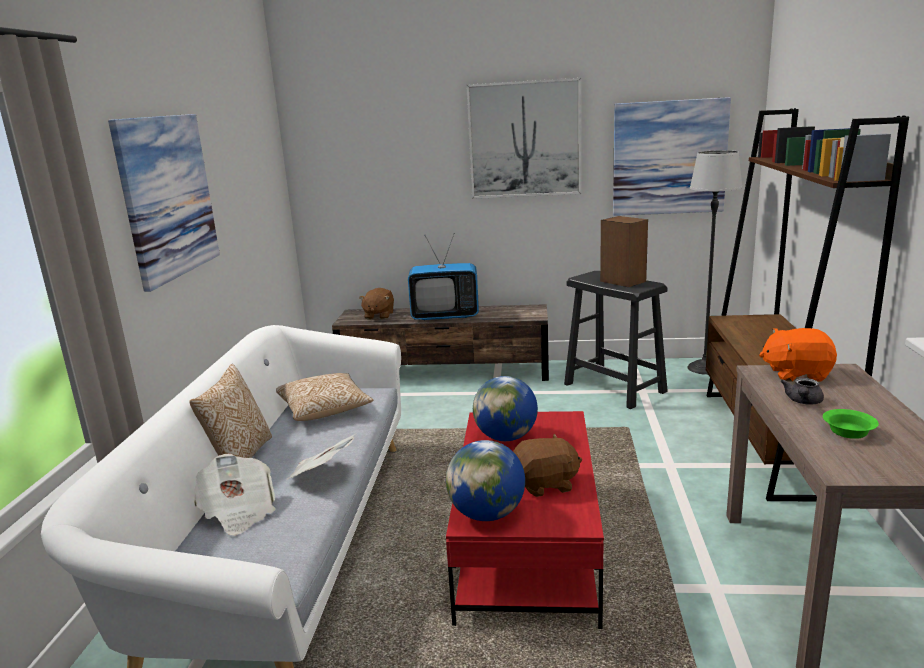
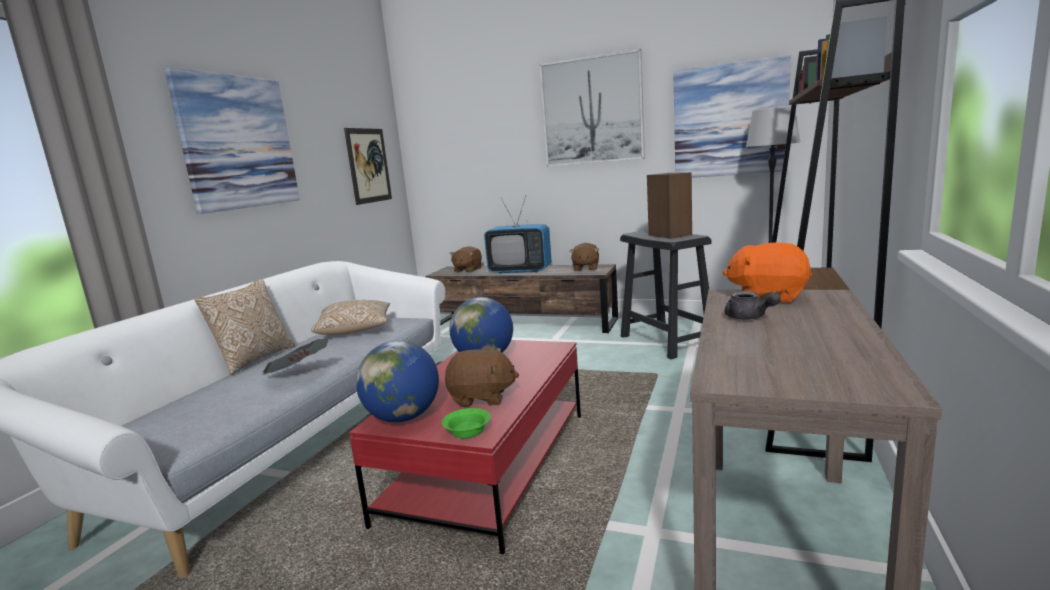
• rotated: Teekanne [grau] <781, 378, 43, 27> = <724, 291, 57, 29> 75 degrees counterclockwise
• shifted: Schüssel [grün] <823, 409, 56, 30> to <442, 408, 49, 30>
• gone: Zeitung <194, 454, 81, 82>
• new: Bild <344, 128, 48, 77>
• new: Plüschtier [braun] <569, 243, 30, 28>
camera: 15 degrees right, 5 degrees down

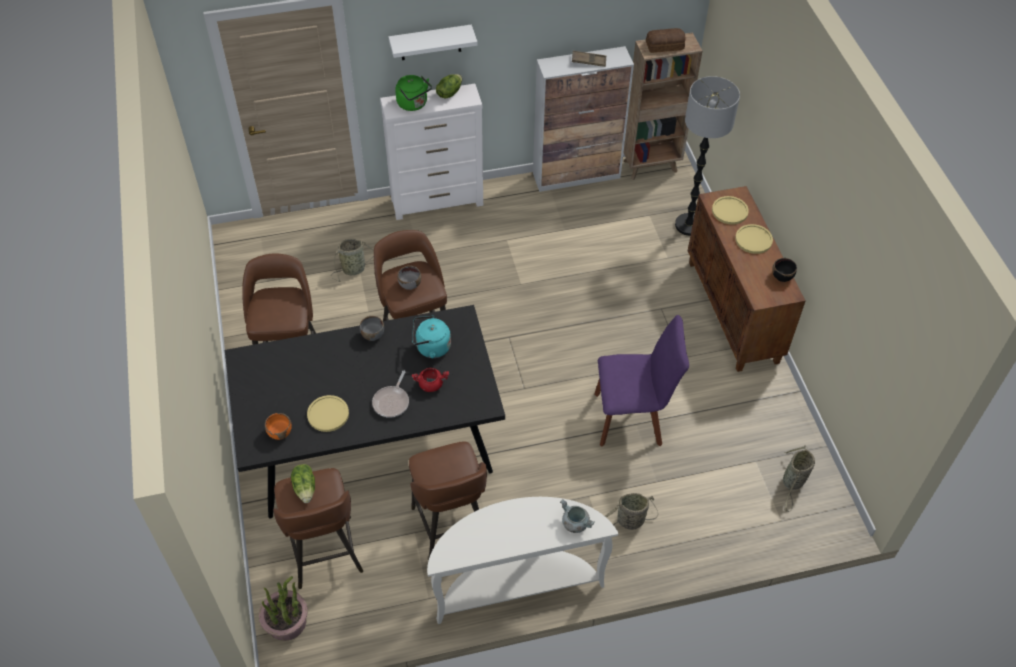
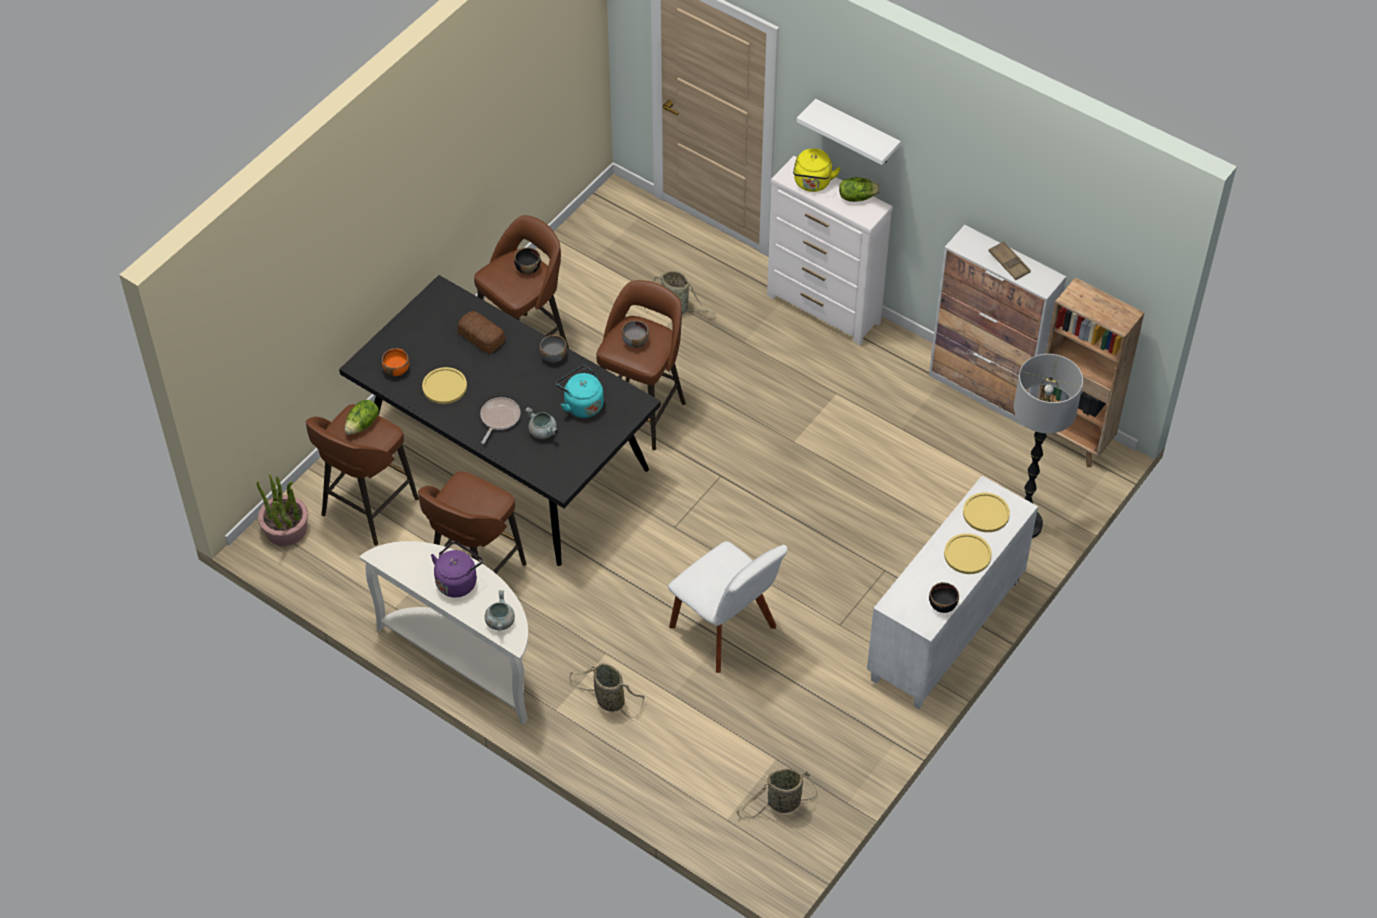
• shifted: Brot <646, 28, 40, 25> to <458, 311, 48, 43>
• repainted: Wasserkessel [grün] <395, 75, 37, 36> to Wasserkessel [gelb] <793, 148, 48, 44>
• repainted: Schrank [braun] <688, 186, 118, 186> to Schrank [weiß] <867, 476, 171, 233>
• repainted: Stuhl [lila] <594, 315, 95, 132> to Stuhl [weiß] <668, 541, 120, 132>
• repainted: Kochtopf [rot] <412, 368, 37, 24> to Kochtopf [grau] <525, 407, 32, 32>
• rotated: Pfanne <372, 371, 37, 47> = <480, 397, 41, 47> 135 degrees clockwise
• new: Schüssel [schwarz] <514, 247, 27, 27>
• new: Wasserkessel [lila] <431, 541, 52, 57>
camera: 50 degrees right, 0 degrees up

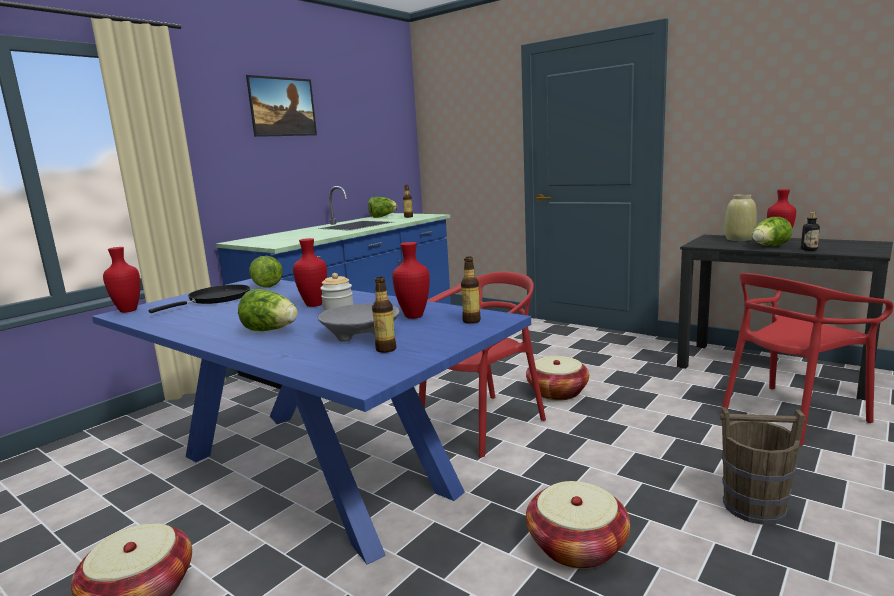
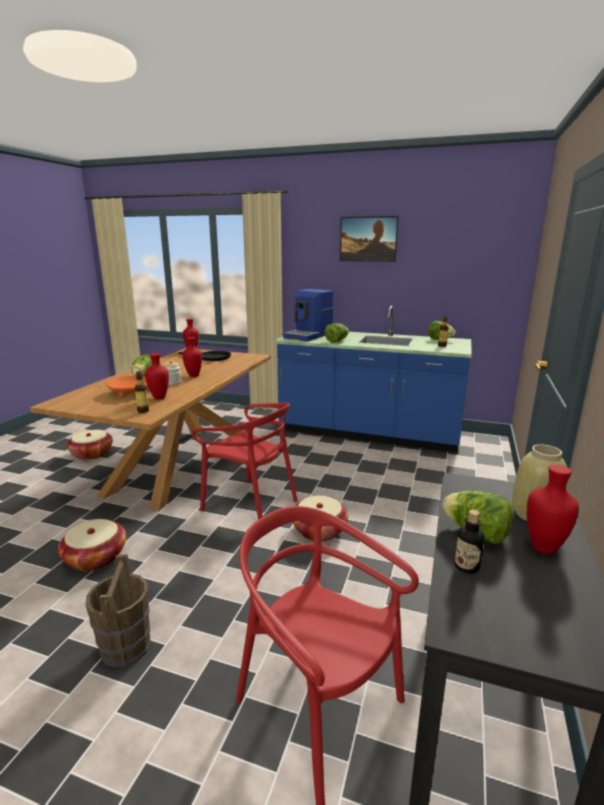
• shifted: Salatkopf <249, 256, 34, 32> to <325, 323, 24, 20>
• gone: Flasche <372, 277, 24, 76>
• repainted: Esstisch [blau] <92, 279, 439, 285> to Esstisch [braun] <30, 348, 241, 163>
• repainted: Schüssel [grau] <318, 303, 81, 38> to Schüssel [orange] <106, 376, 42, 21>
• new: Kaffeemaschine <283, 289, 50, 53>
camera: 70 degrees right, 5 degrees up

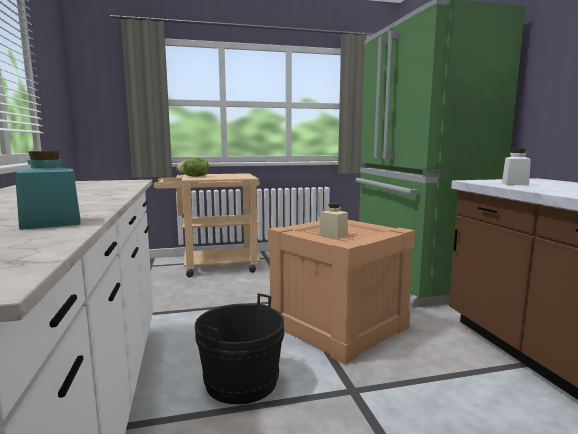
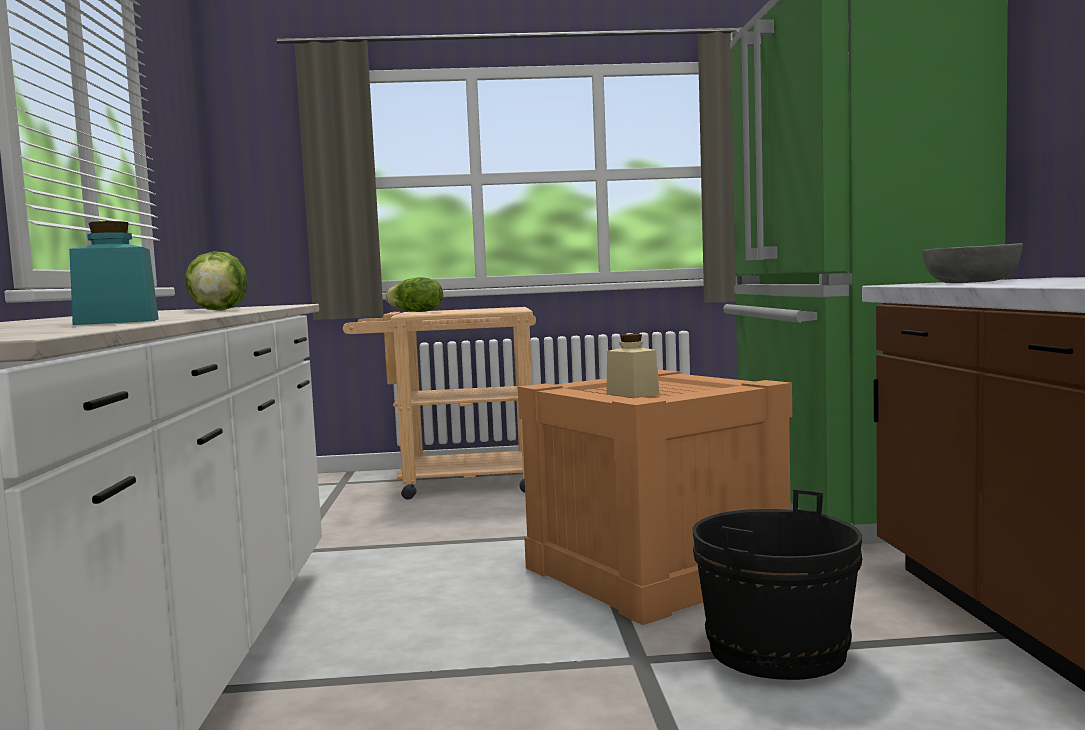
• swapped: Vorratsglas [weiß] <502, 149, 29, 36> to Schüssel [grau] <922, 243, 101, 40>
• shifted: Eimer [schwarz] <195, 293, 89, 111> to <692, 489, 170, 191>
• new: Salatkopf <185, 251, 62, 60>
camera: 10 degrees right, 5 degrees down

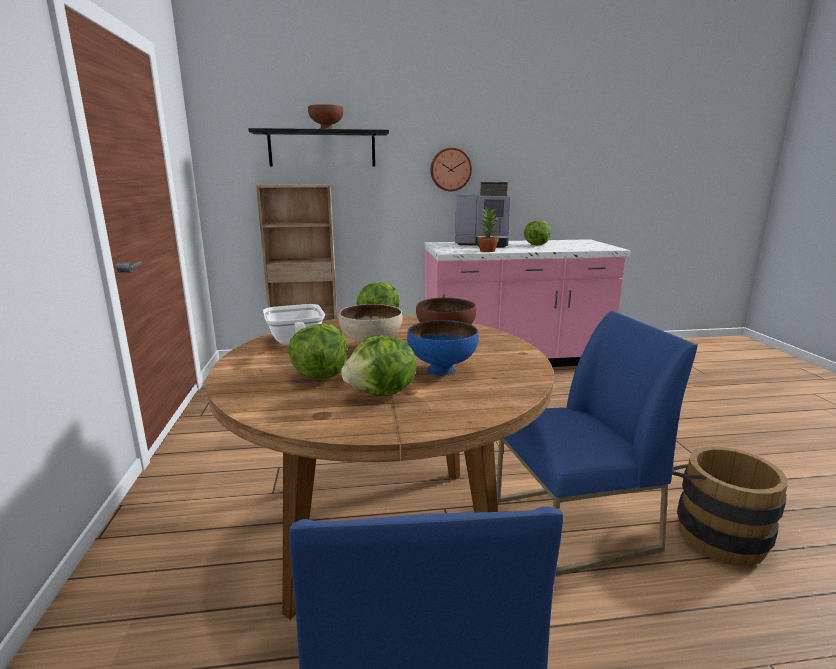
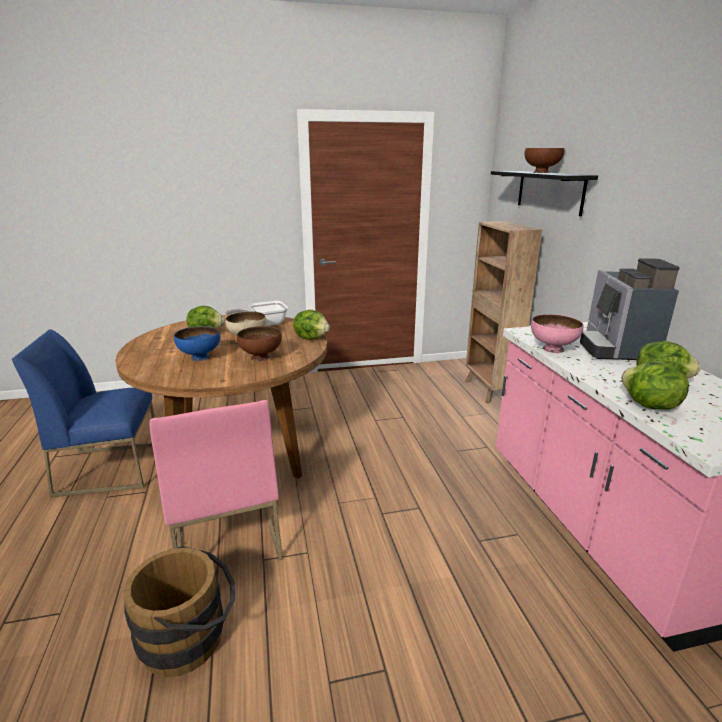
• gone: Wanduhr <430, 148, 42, 43>
• swapped: Topfpflanze <477, 208, 22, 44> to Schüssel [rosa] <531, 314, 52, 39>
• repainted: Stuhl [blau] <496, 311, 202, 265> to Stuhl [rosa] <149, 400, 133, 160>
• shifted: Salatkopf <341, 335, 76, 61> to <621, 361, 68, 49>
camera: 85 degrees right, 5 degrees up

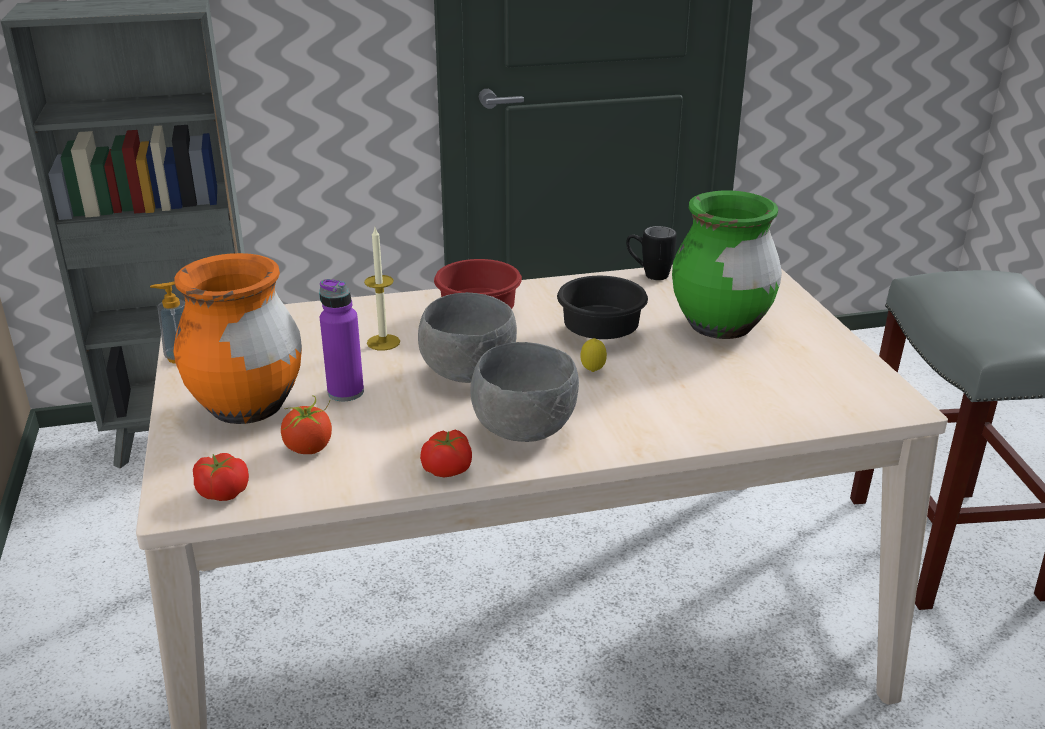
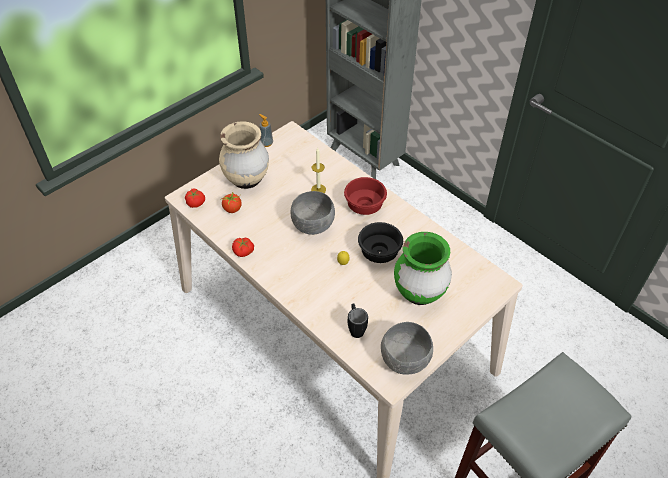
• shifted: Henkelbecher [schwarz] <626, 226, 51, 54> to <348, 303, 20, 35>
• repainted: Vase [orange] <173, 253, 129, 171> to Vase [beige] <219, 121, 50, 68>
• gone: Flasche [lila] <319, 279, 45, 122>
• shifted: Schüssel [grau] <470, 342, 109, 100> to <381, 322, 52, 53>
camera: 60 degrees right, 20 degrees up

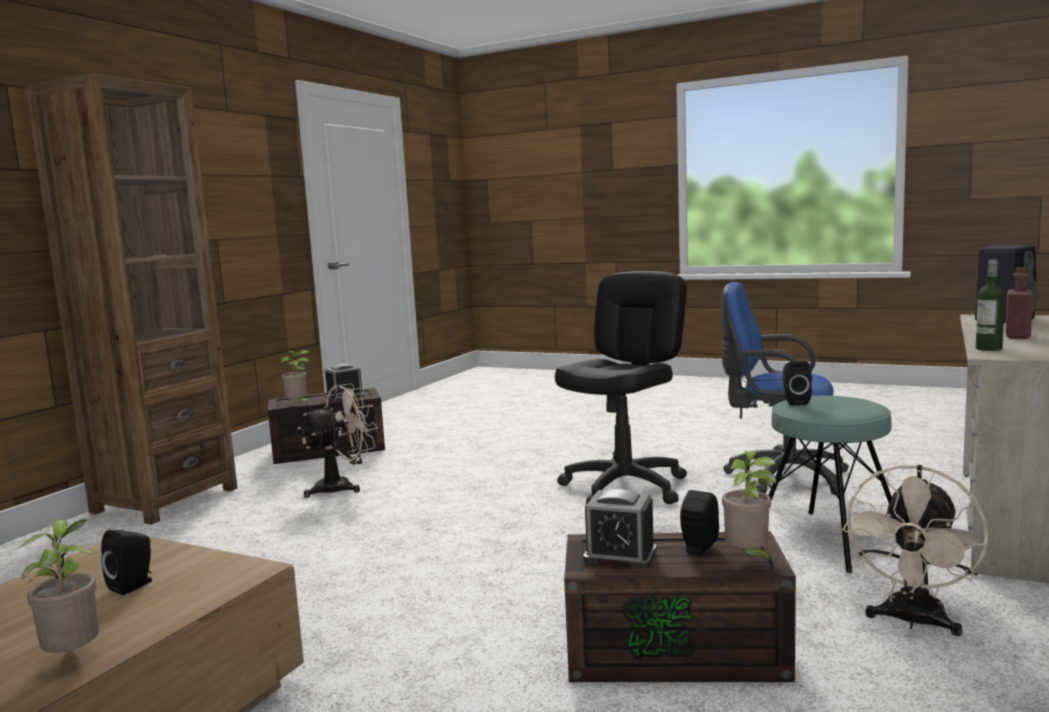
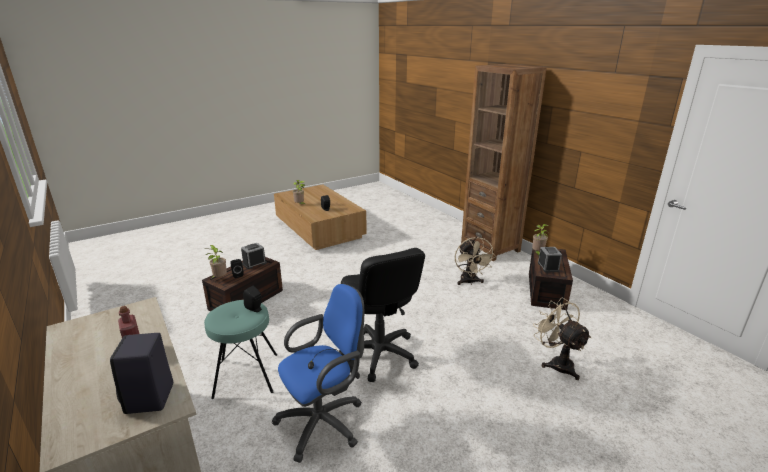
• gone: Flasche <976, 260, 29, 91>
• shifted: Ventilator [beige] <843, 465, 145, 171> to <533, 297, 58, 83>
camera: 120 degrees right, 15 degrees up

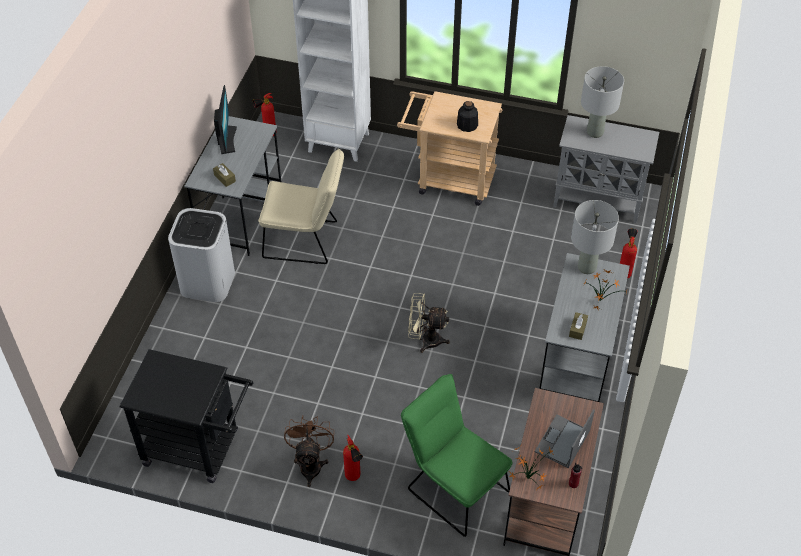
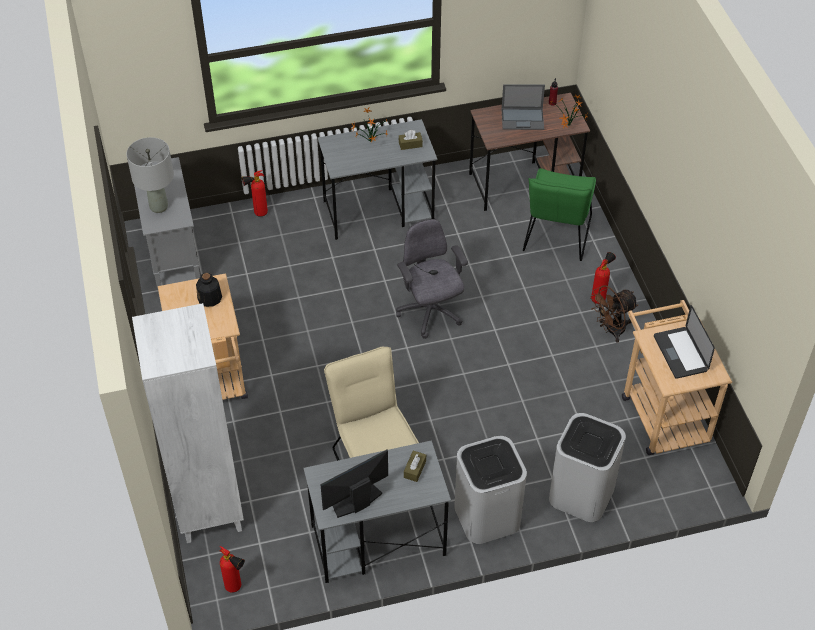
• gone: Tischlampe [grau] <571, 200, 48, 74>
• swapped: Ventilator [beige] <408, 293, 42, 60> to Bürostuhl [grau] <396, 219, 72, 120>
• repainted: Rollwagen [schwarz] <119, 349, 134, 134> to Rollwagen [beige] <622, 300, 110, 155>
• new: Laptop <654, 305, 61, 74>
• new: Mülleimer [weiß] <549, 413, 77, 109>
camera: 120 degrees left, 0 degrees up

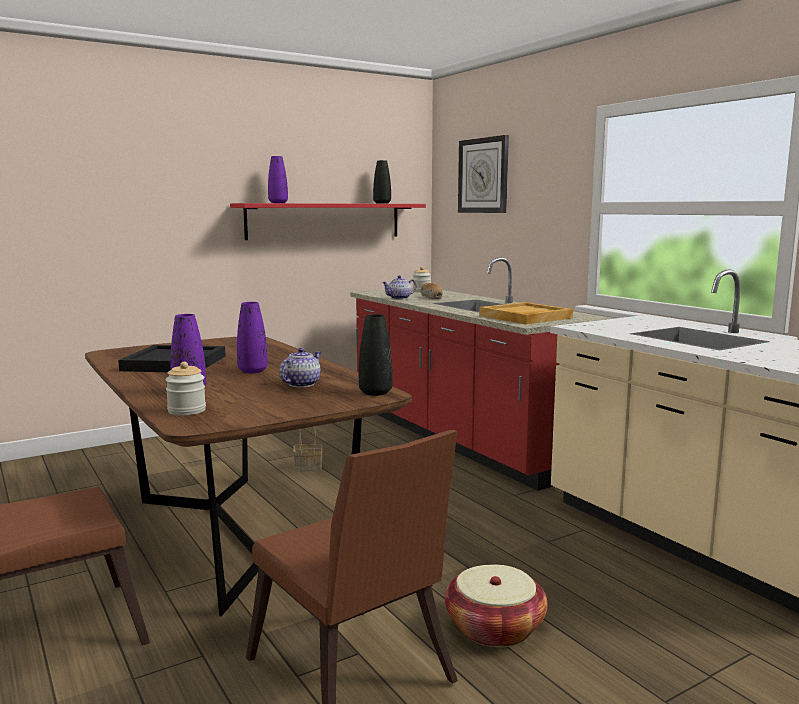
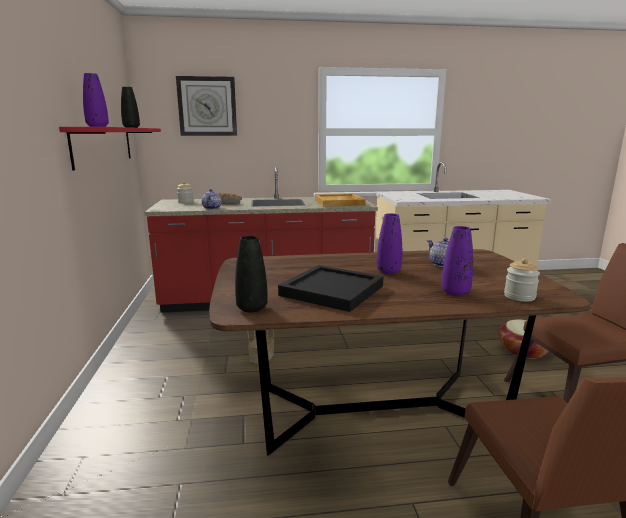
• shifted: Vase [schwarz] <359, 314, 34, 82> to <235, 236, 33, 76>
camera: 65 degrees left, 5 degrees up

